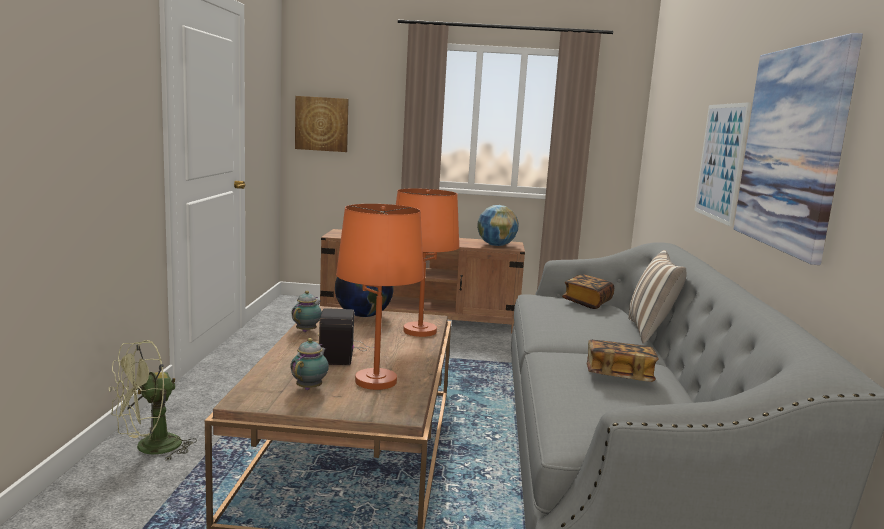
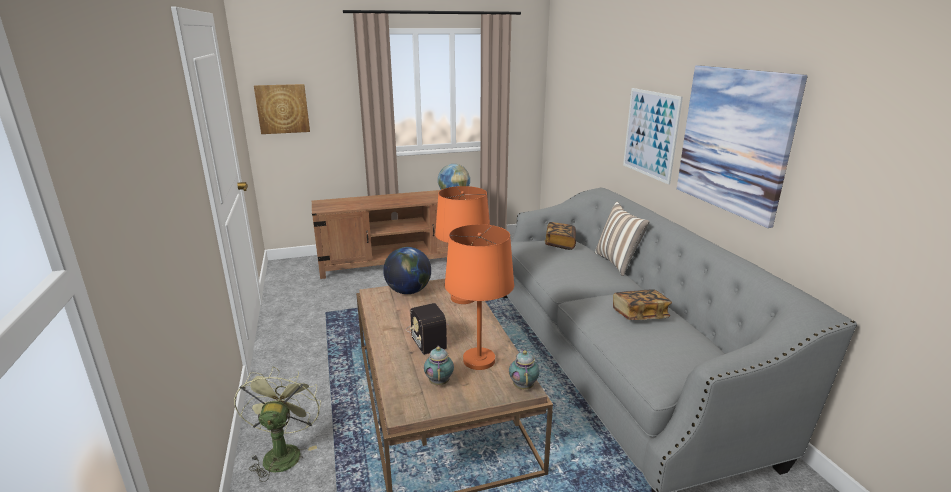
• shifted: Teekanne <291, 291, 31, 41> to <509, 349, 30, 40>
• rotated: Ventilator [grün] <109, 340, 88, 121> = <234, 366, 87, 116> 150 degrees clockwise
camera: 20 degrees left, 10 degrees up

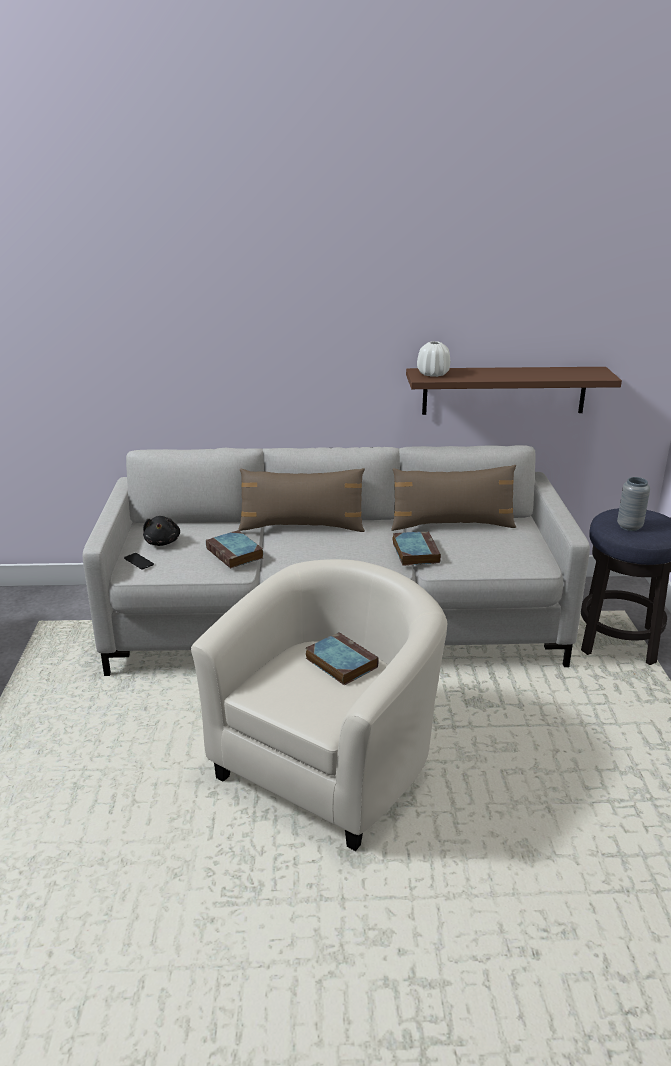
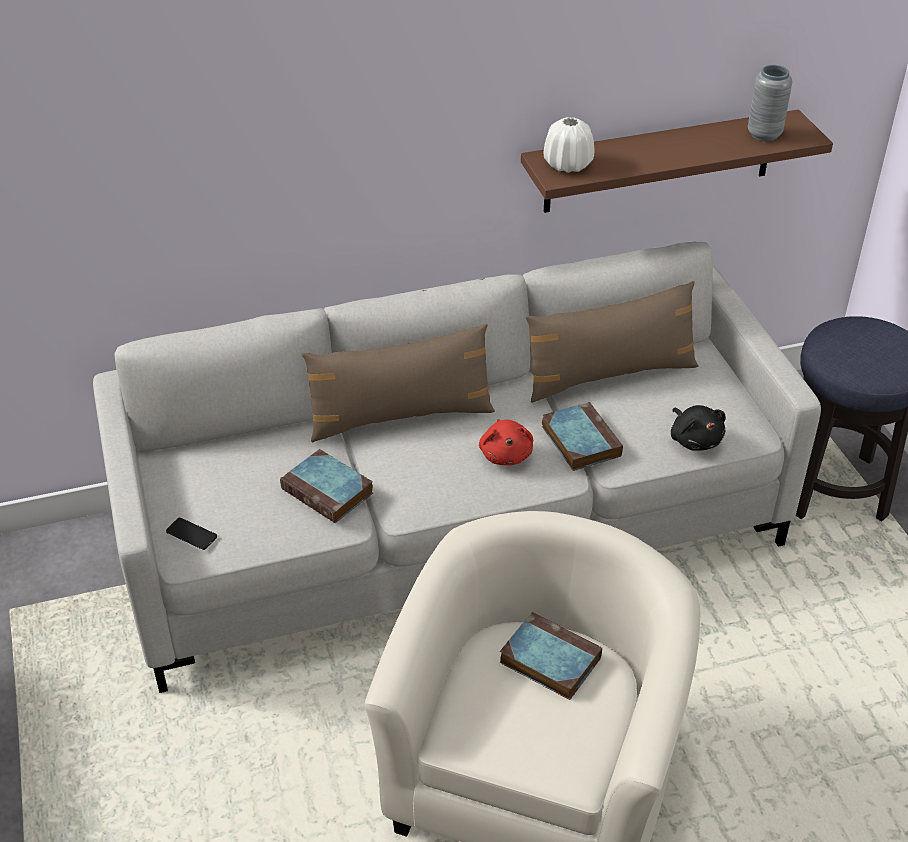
• shifted: Vase [grau] <617, 477, 33, 54> to <748, 65, 44, 76>
• shifted: Plüschtier [schwarz] <143, 516, 37, 30> to <671, 405, 55, 46>
• new: Plüschtier [rot] <479, 419, 54, 46>
camera: 15 degrees left, 15 degrees up

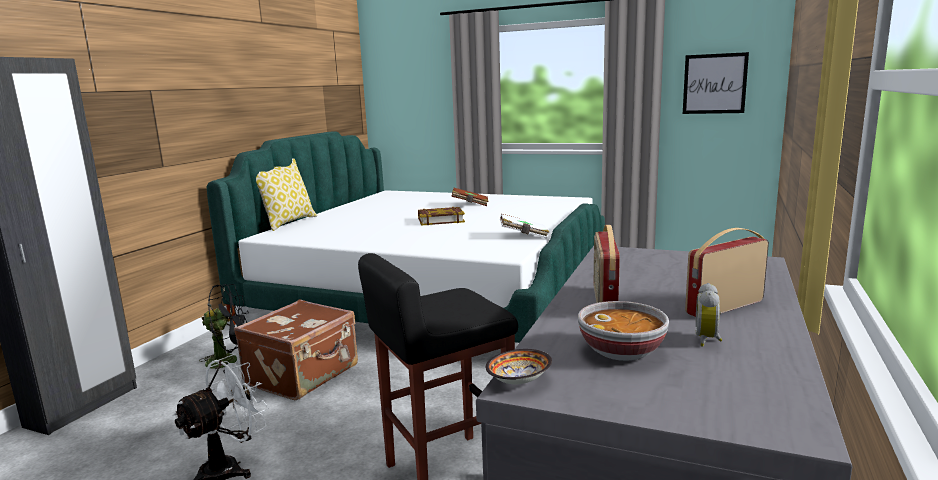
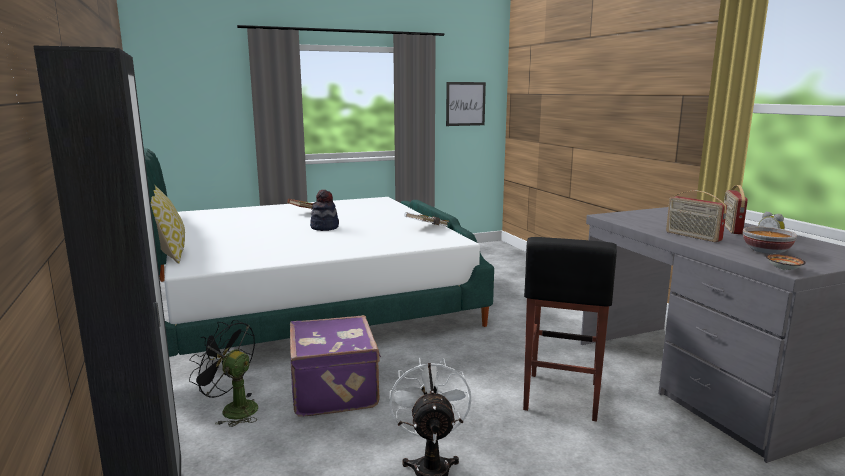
• swapped: Buch <418, 207, 47, 19> to Hut <310, 190, 29, 41>
• rotated: Ventilator [schwarz] <199, 284, 50, 89> = <189, 320, 69, 107> 105 degrees counterclockwise
• repainted: Koffer [braun] <234, 300, 124, 100> to Koffer [lila] <290, 315, 91, 101>
camera: 45 degrees left, 0 degrees up

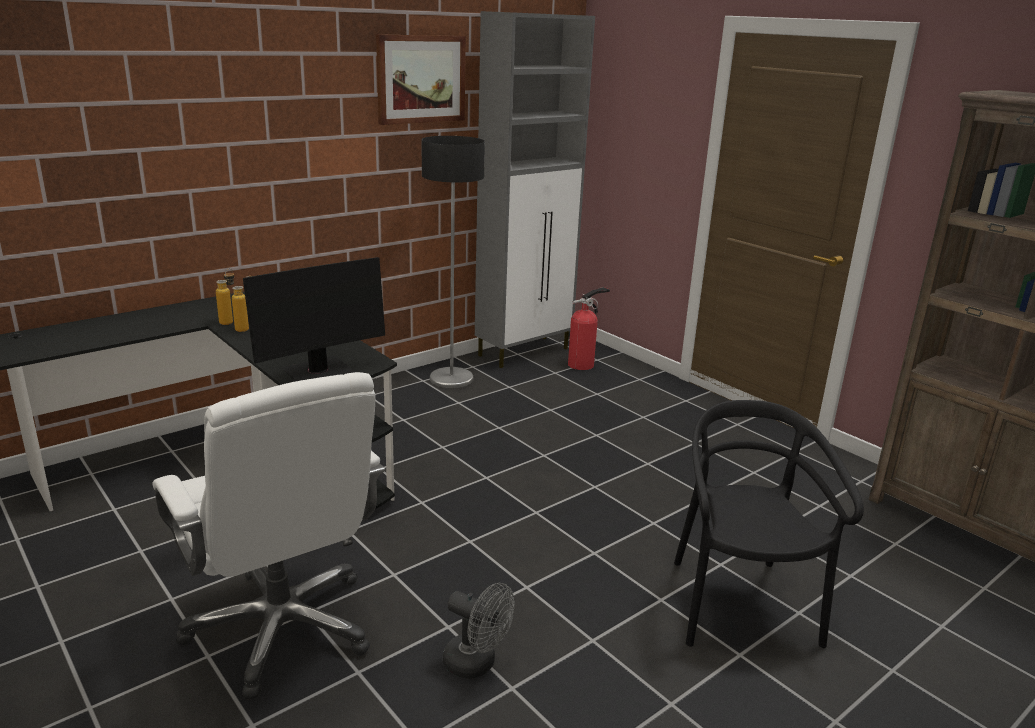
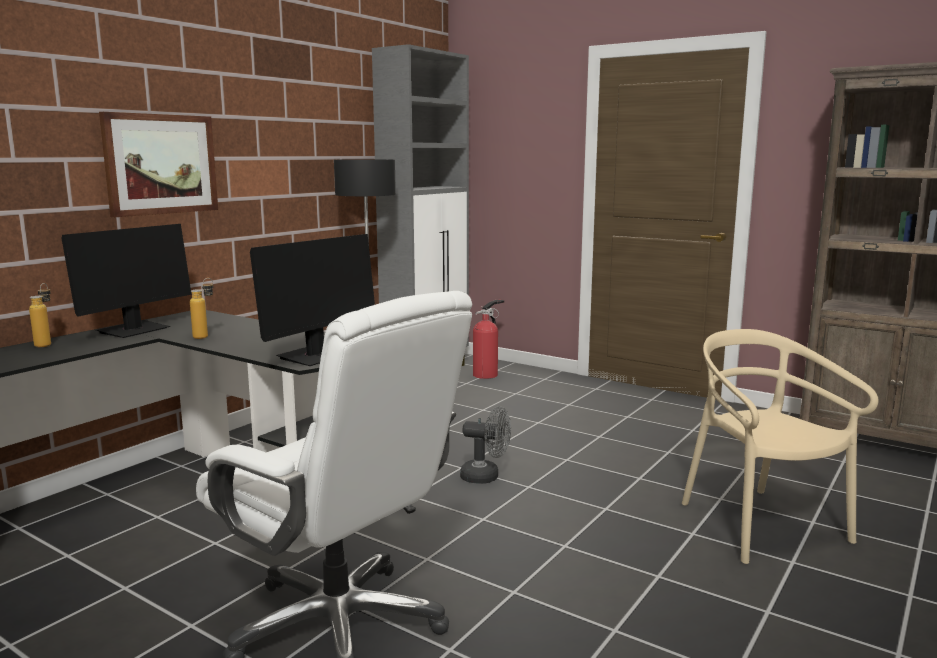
• shifted: Bild <376, 34, 90, 91> to <99, 112, 119, 105>
• shifted: Flasche <216, 268, 18, 57> to <29, 283, 22, 64>
• repainted: Stuhl [schwarz] <674, 400, 190, 248> to Stuhl [beige] <682, 329, 196, 235>
• shifted: Ventilator [grau] <443, 583, 72, 96> to <460, 406, 51, 78>
• new: Monitor <61, 224, 131, 114>
camera: 15 degrees left, 10 degrees down

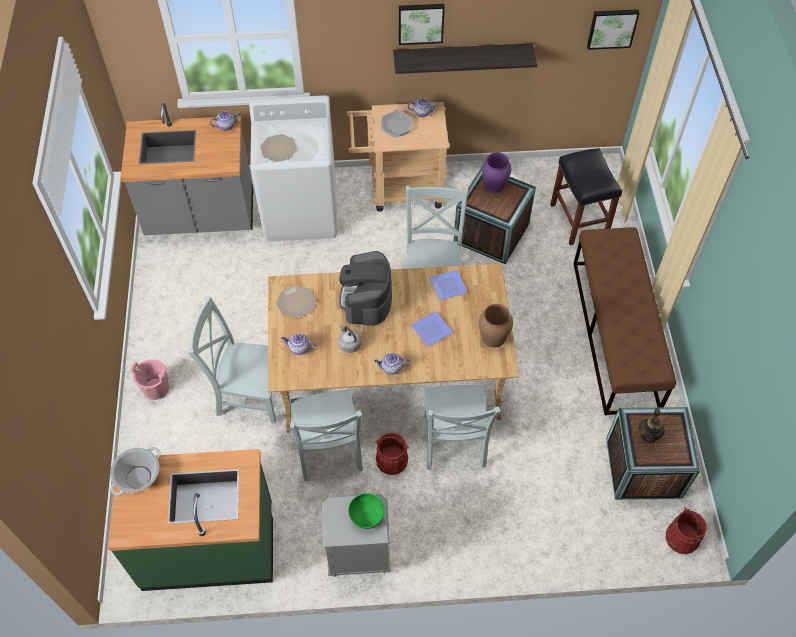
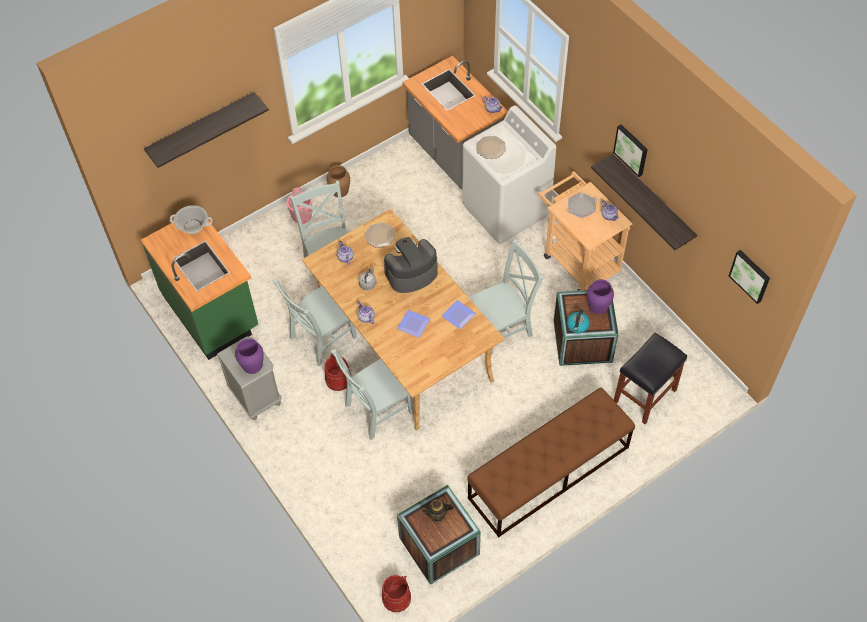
• shifted: Vase [braun] <479, 304, 34, 44> to <326, 165, 24, 32>
• swapped: Schüssel [grün] <348, 493, 37, 36> to Vase [lila] <235, 338, 29, 36>
• new: Wandregal <144, 92, 125, 76>
• new: Wasserkessel <567, 309, 23, 24>
camera: 60 degrees right, 0 degrees up

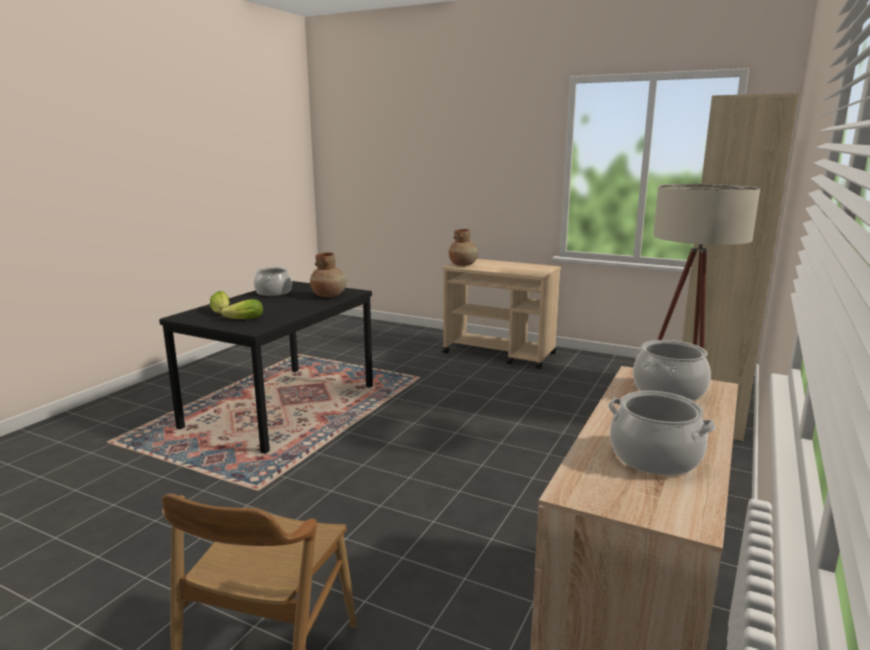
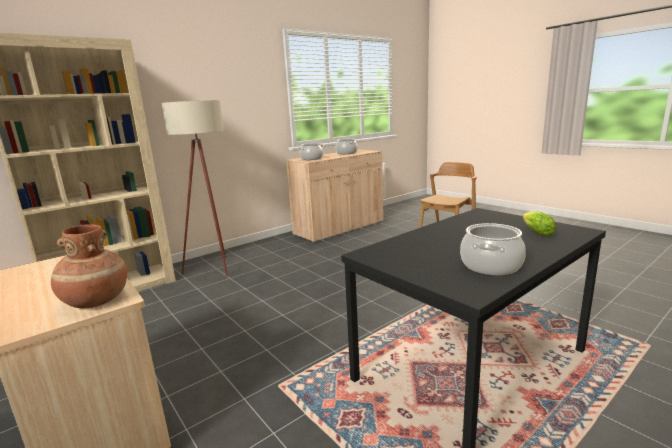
• gone: Vase [braun] <310, 252, 36, 45>
• gone: Salatkopf <221, 299, 42, 20>
camera: 155 degrees left, 0 degrees up

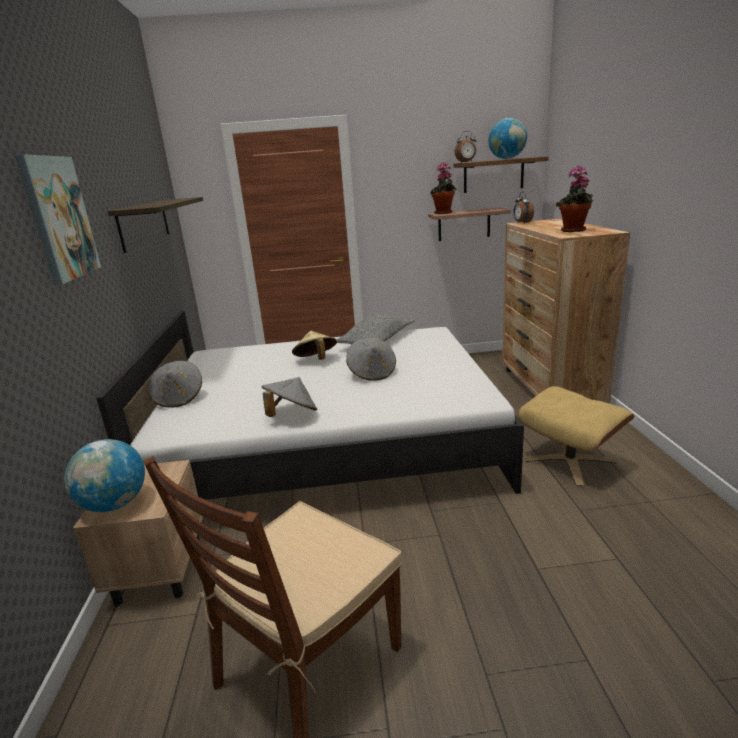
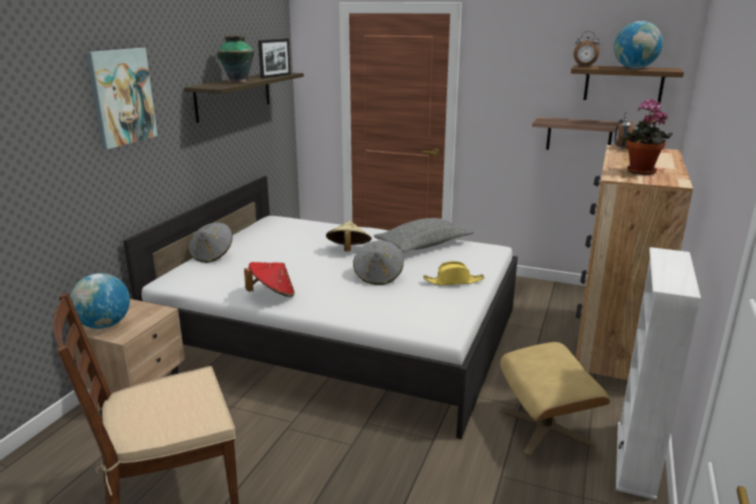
• gone: Topfpflanze <430, 162, 26, 52>
• repainted: Hut [grau] <262, 377, 55, 40> to Hut [rot] <244, 262, 51, 35>
• new: Vase <217, 35, 37, 48>
• new: Bilderrahmen <258, 39, 33, 40>
• new: Bücherregal [weiß] <616, 247, 85, 253>
• new: Hut [gelb] <423, 261, 61, 25>
camera: 25 degrees right, 0 degrees up

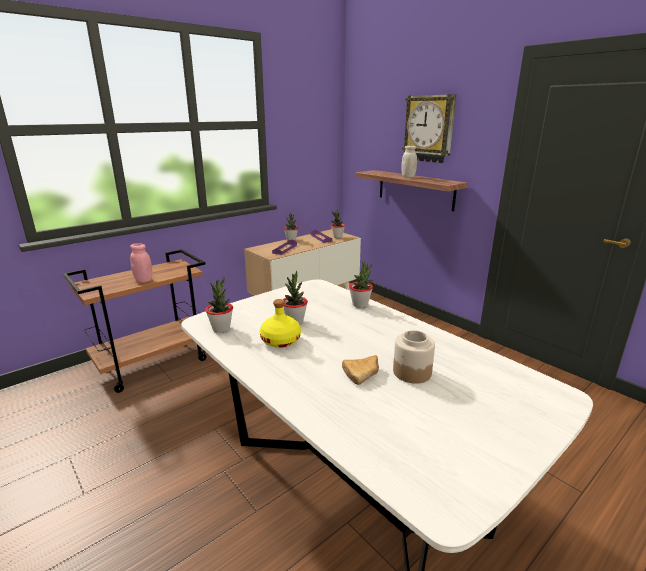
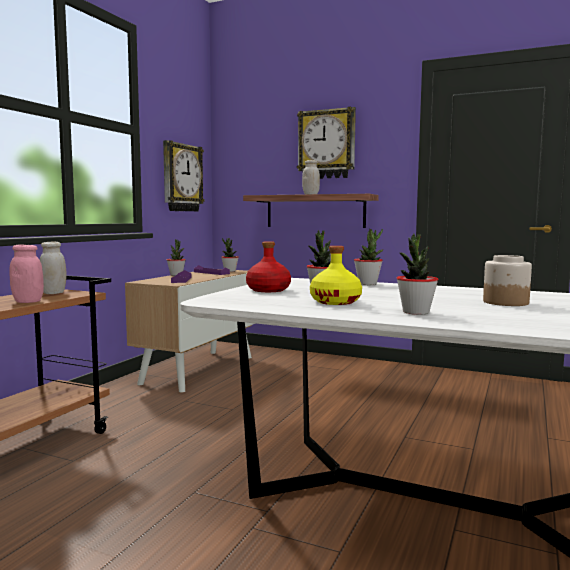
• shifted: Topfpflanze <205, 277, 28, 56> to <397, 233, 41, 82>
• gone: Brot <342, 355, 37, 30>
• new: Wanduhr <163, 140, 41, 72>
• new: Flasche [rot] <246, 241, 45, 51>
• new: Vorratsglas [weiß] <40, 242, 26, 52>
camera: 25 degrees left, 15 degrees down

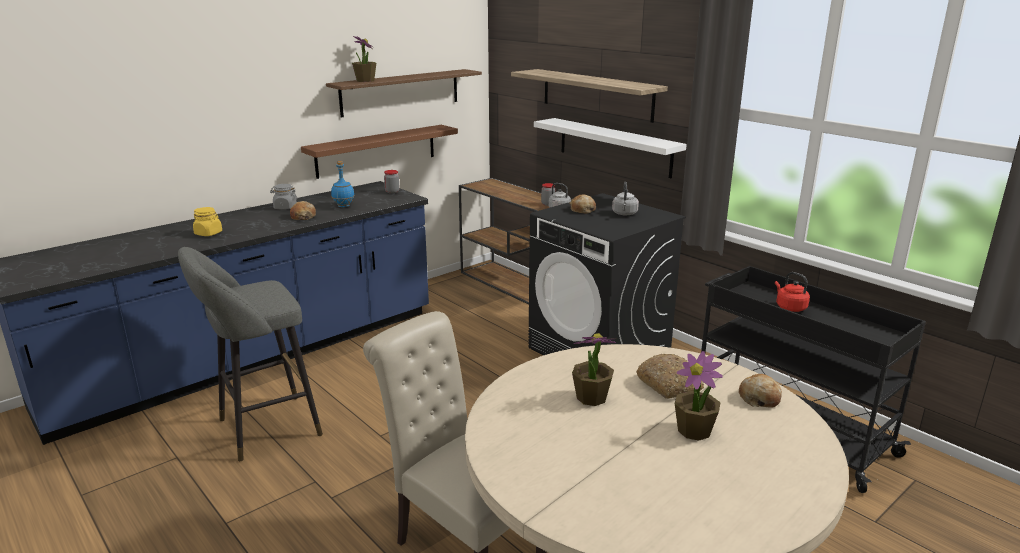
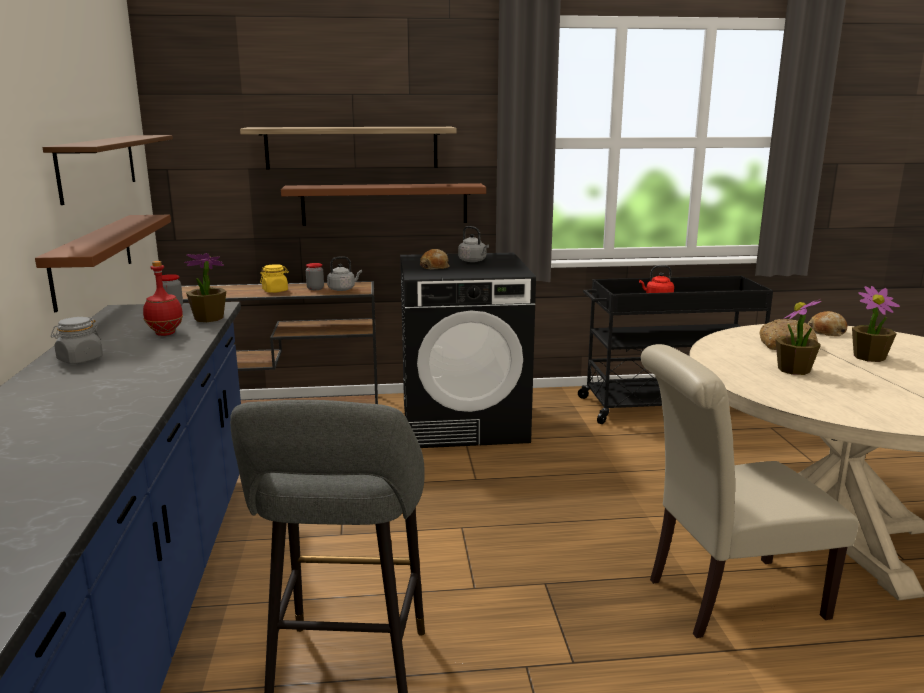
• shifted: Topfpflanze <352, 36, 24, 46> to <184, 253, 42, 69>
• repainted: Wandregal [weiß] <534, 118, 153, 60> to Wandregal [braun] <281, 183, 205, 43>
• repainted: Flasche [blau] <331, 161, 24, 46> to Flasche [rot] <143, 261, 40, 75>
• gone: Brot <290, 201, 26, 19>
• shifted: Vorratsglas [gelb] <193, 207, 29, 29> to <260, 264, 29, 29>
camera: 55 degrees left, 5 degrees down

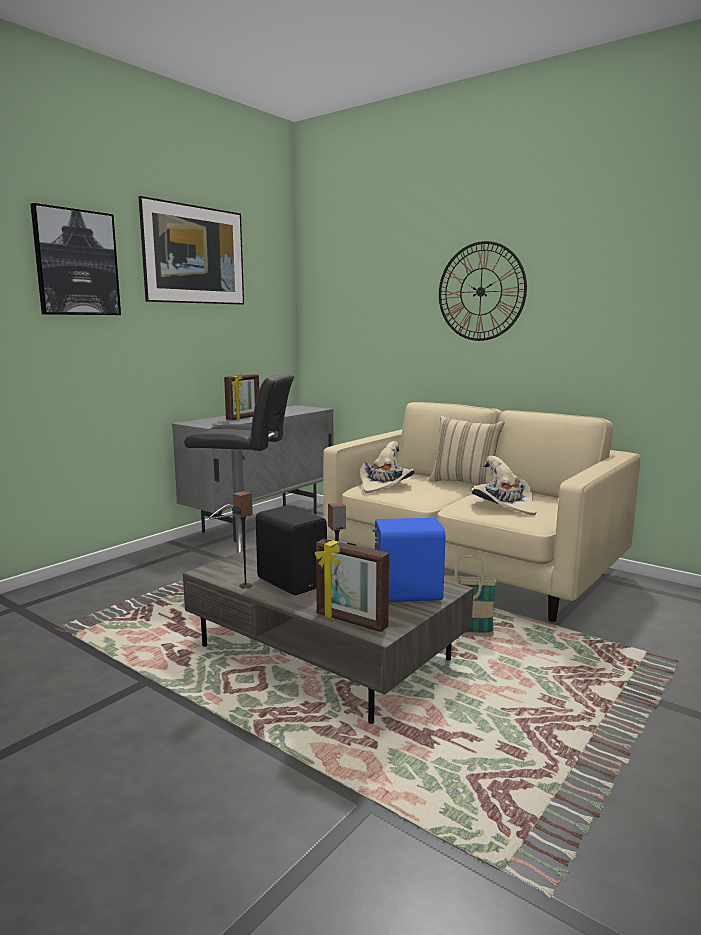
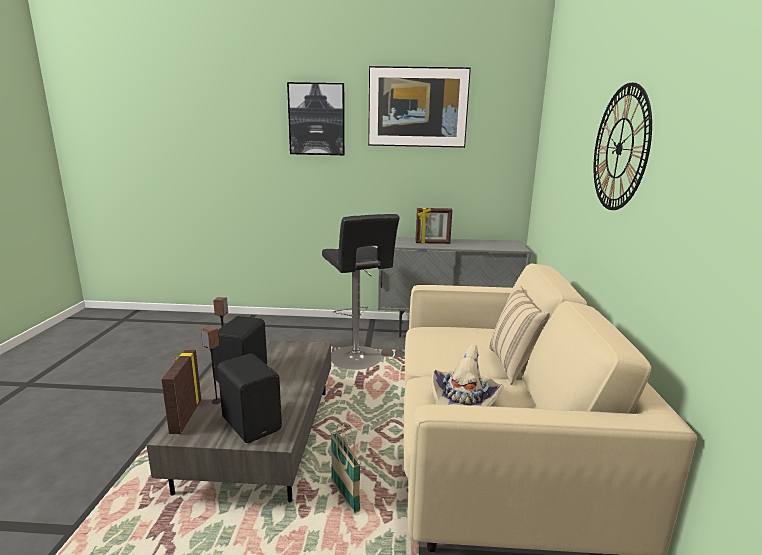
• gone: Hut [beige] <360, 441, 54, 52>
• repainted: Lautsprecher [blau] <372, 518, 74, 84> to Lautsprecher [schwarz] <218, 353, 64, 90>
camera: 55 degrees right, 5 degrees up

